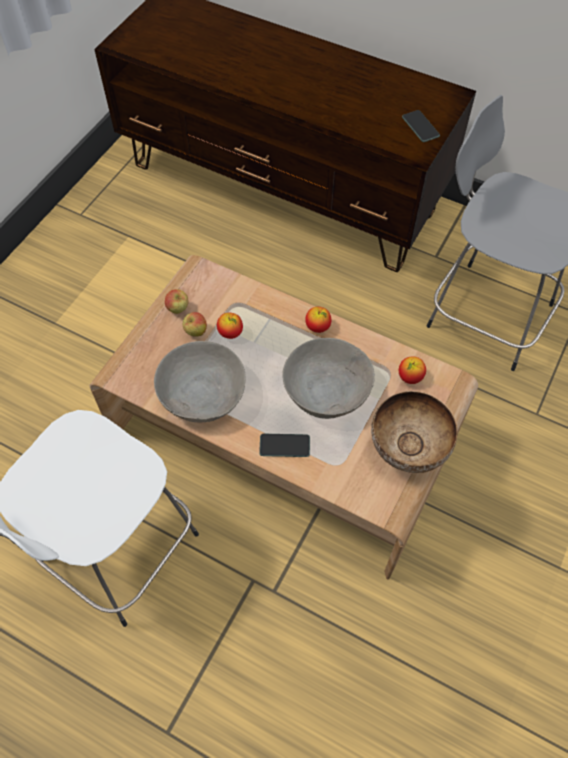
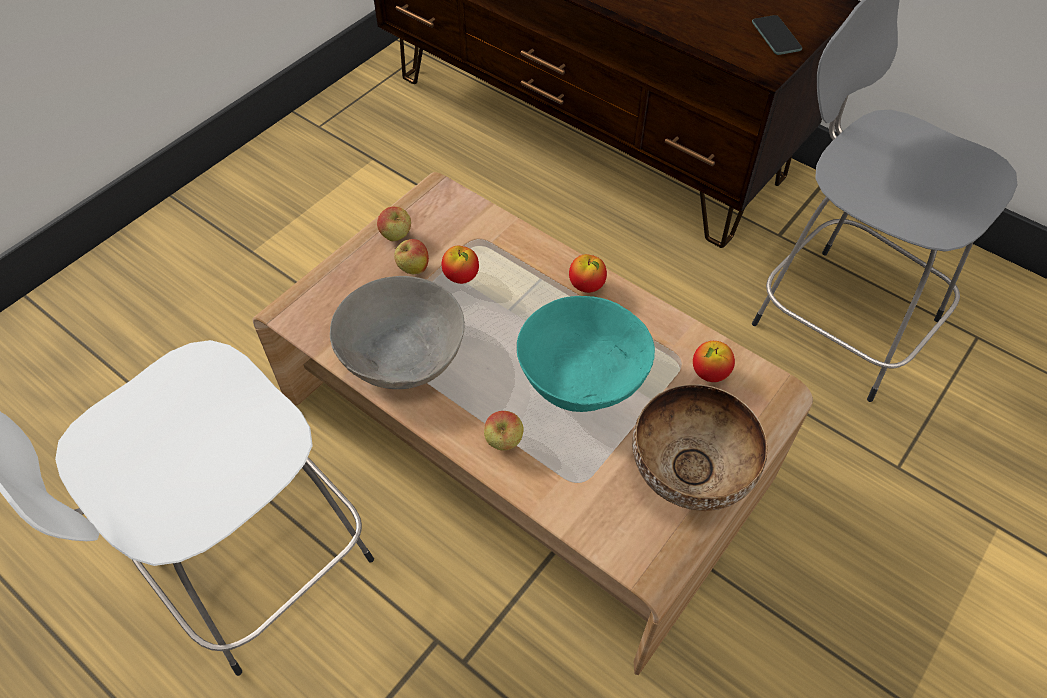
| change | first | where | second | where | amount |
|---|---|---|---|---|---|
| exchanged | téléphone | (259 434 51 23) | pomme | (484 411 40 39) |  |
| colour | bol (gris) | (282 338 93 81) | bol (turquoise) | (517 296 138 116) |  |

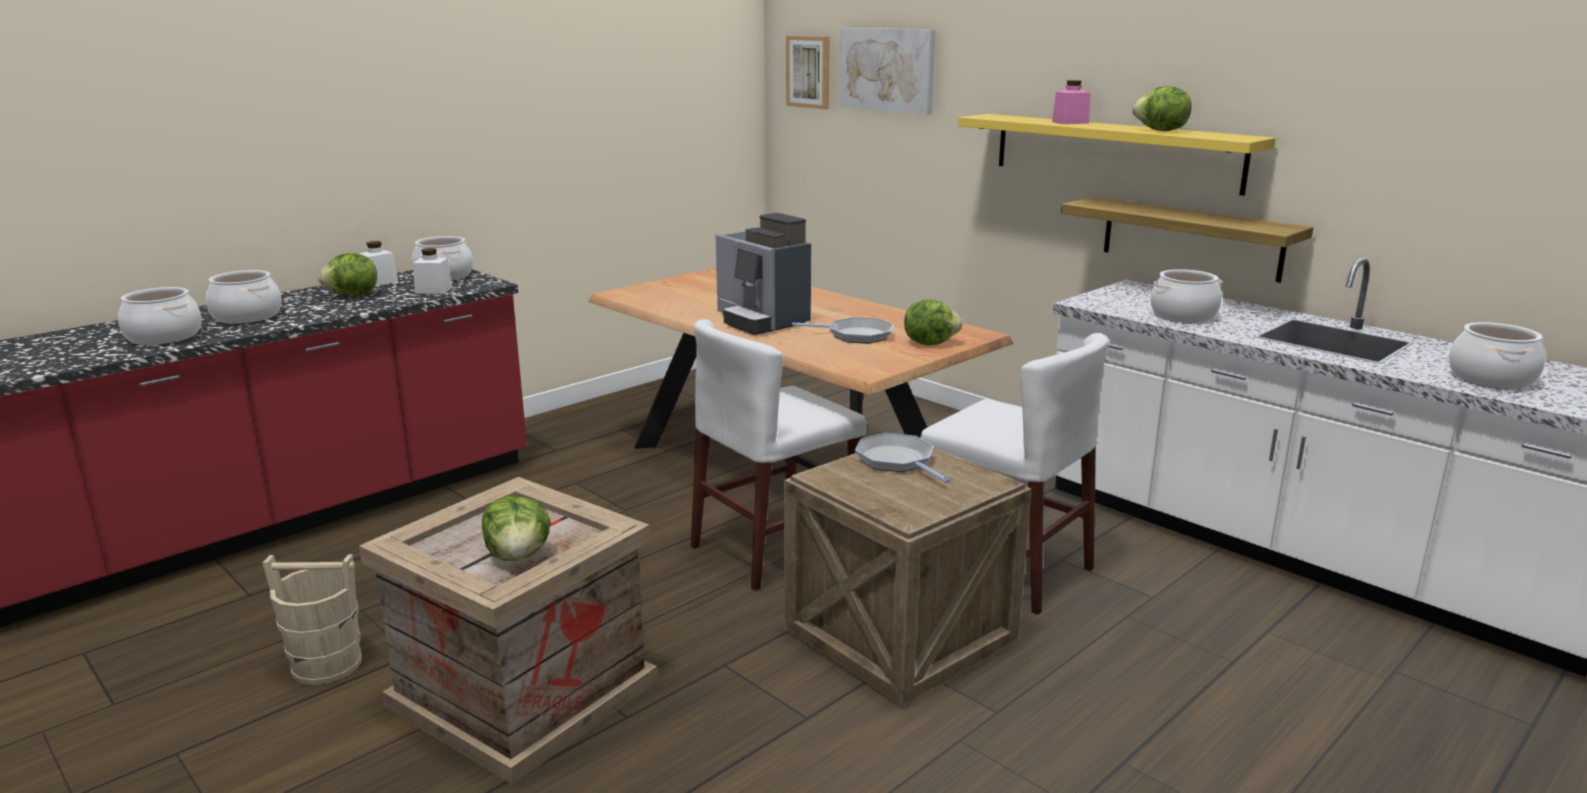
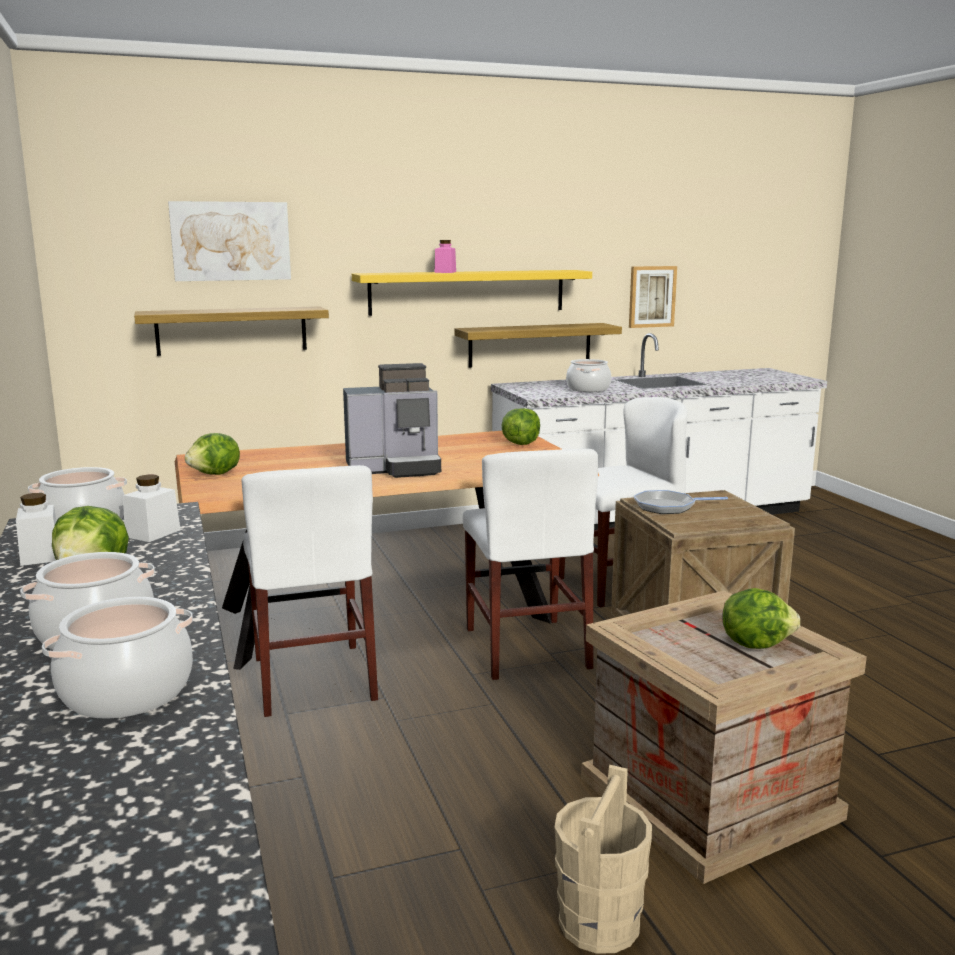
| change | first | where | second | where | amount |
|---|---|---|---|---|---|
| missing | poêle | (792 317 102 27) |  |  |  |
| missing | marmite | (1449 322 96 67) |  |  |  |
| appeared |  |  | étagère | (134 306 195 50) |  |
| appeared |  |  | chaise (blanc) | (242 465 136 252) |  |
| relocated | tableau | (786 36 44 73) |  | (629 266 48 62) |  |
| relocated | laitue | (1132 86 60 45) |  | (185 433 55 42) |  |

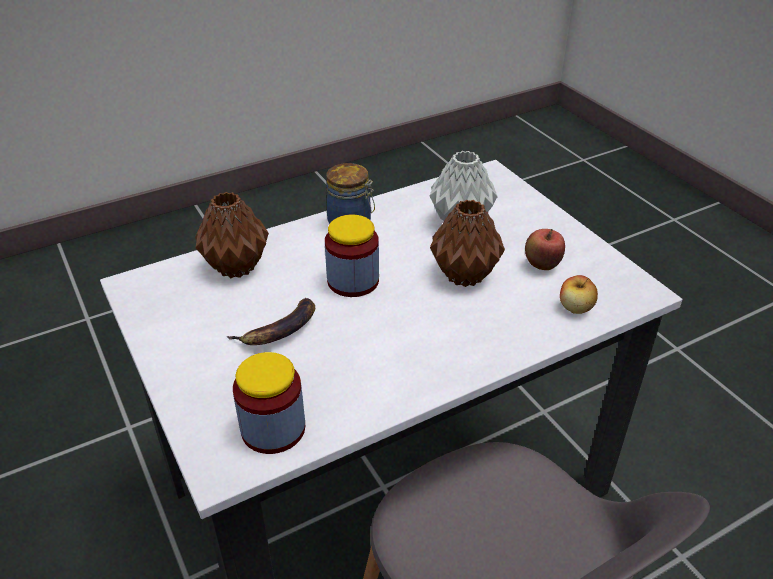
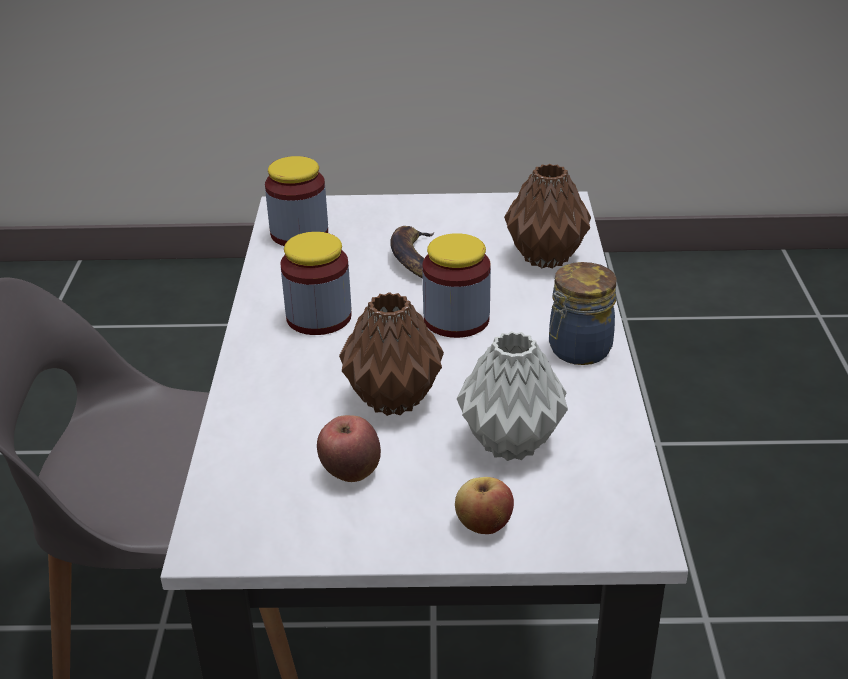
| change | first | where | second | where | amount |
|---|---|---|---|---|---|
| appeared |  |  | bocal | (280 232 72 103) |  |
| relocated | pomme | (560 275 38 39) |  | (455 477 59 57) |  |

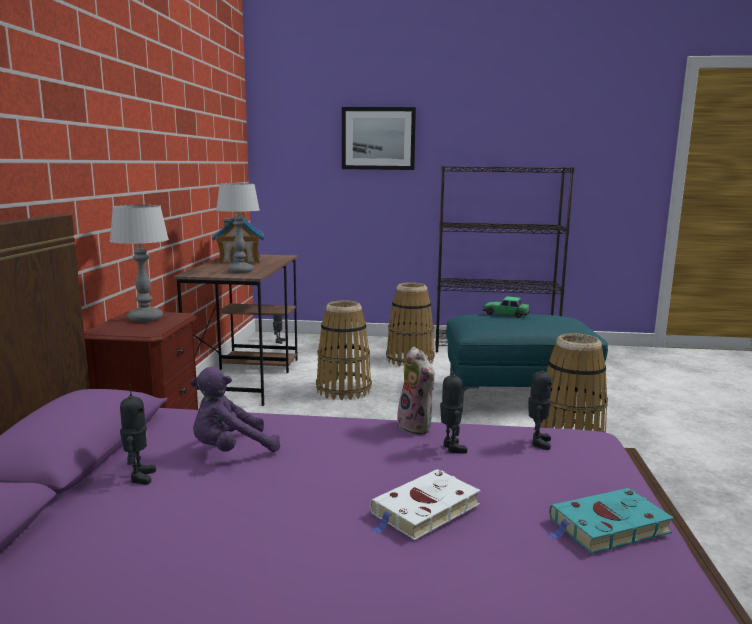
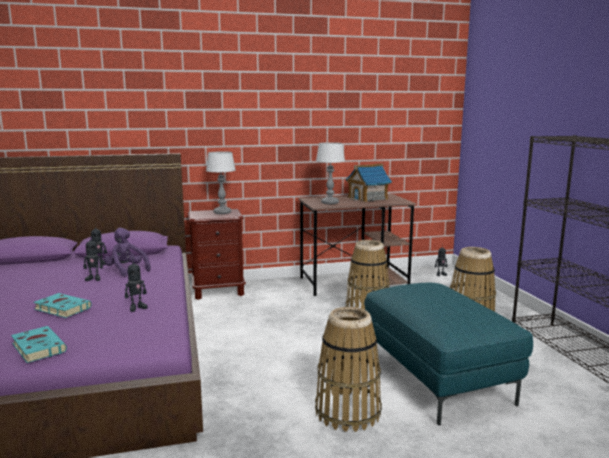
| change | first | where | second | where | amount |
|---|---|---|---|---|---|
| missing | tableau | (342 107 74 63) |  |  |  |
| missing | peluche | (397 347 38 88) |  |  |  |
| missing | petite voiture | (483 296 47 22) |  |  |  |
| relocated | robot jouet | (528 360 24 90) |  | (83 235 20 46) |  |
| colour | livre (blanc) | (370 469 111 71) | livre (turquoise) | (33 293 59 25) |  |

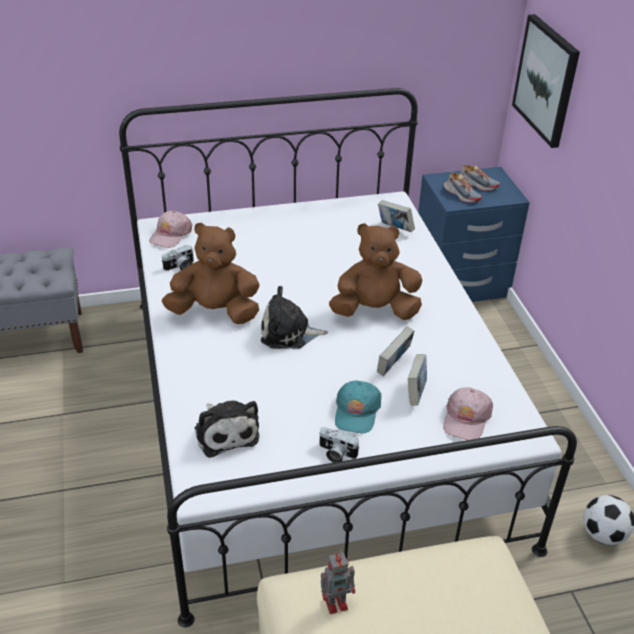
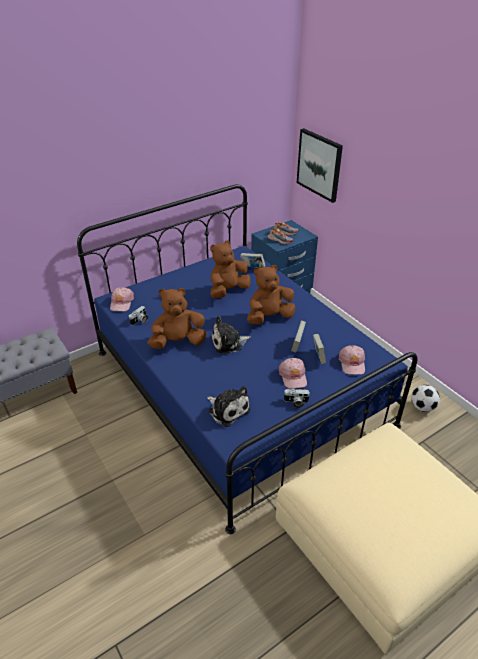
| change | first | where | second | where | amount |
|---|---|---|---|---|---|
| missing | robot jouet | (321 553 34 61) |  |  |  |
| appeared |  |  | peluche (marron) | (210 240 41 59) |  |
| colour | lit (blanc) | (119 88 458 539) | lit (bleu) | (77 184 340 350) |  |
| colour | casquette (turquoise) | (335 381 46 52) | casquette (rose) | (278 358 29 31) |  |

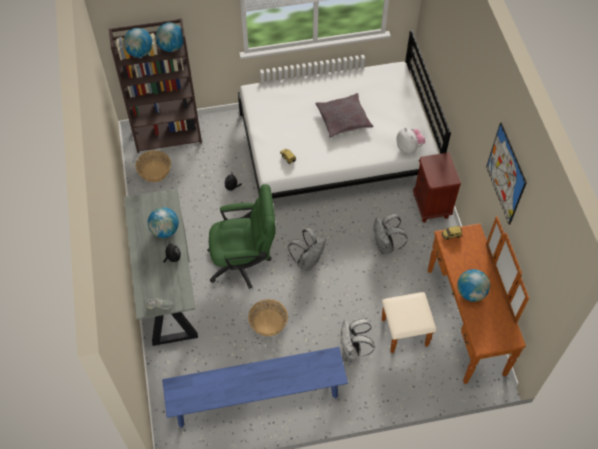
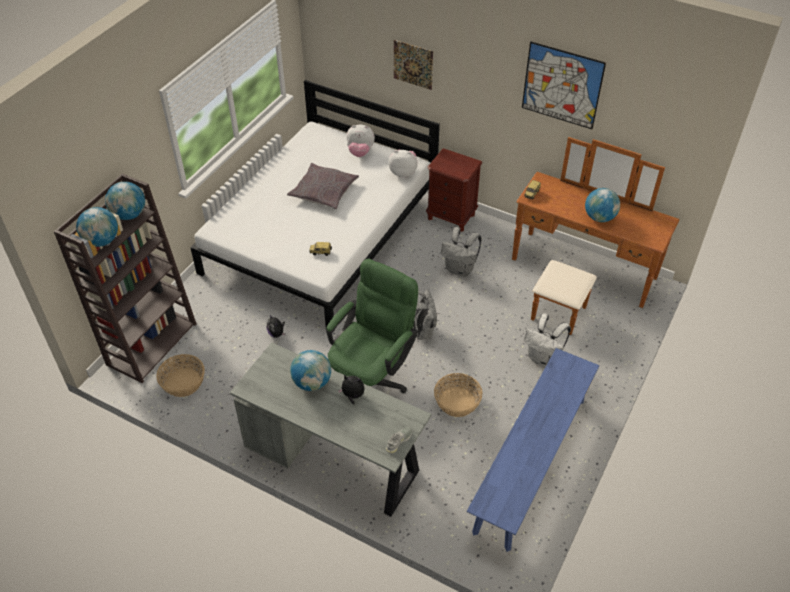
| change | first | where | second | where | amount |
|---|---|---|---|---|---|
| appeared |  |  | peluche | (346 125 29 32) |  |
| appeared |  |  | tableau | (394 40 39 50) |  |

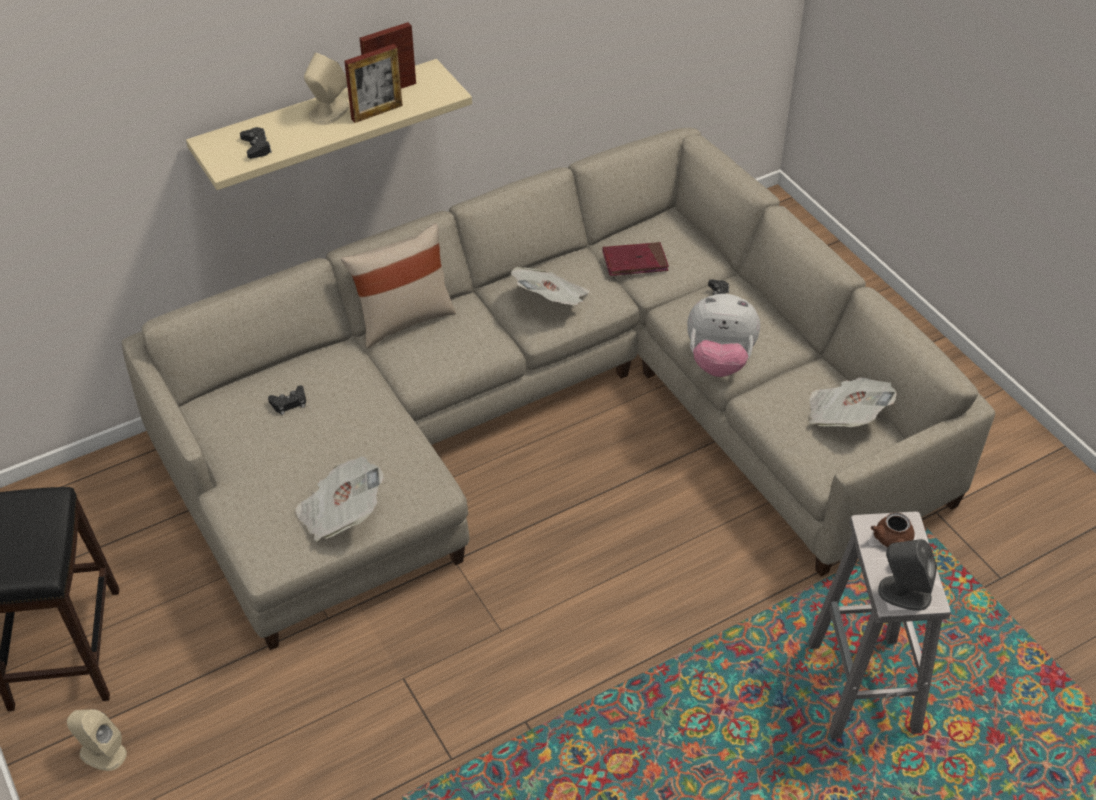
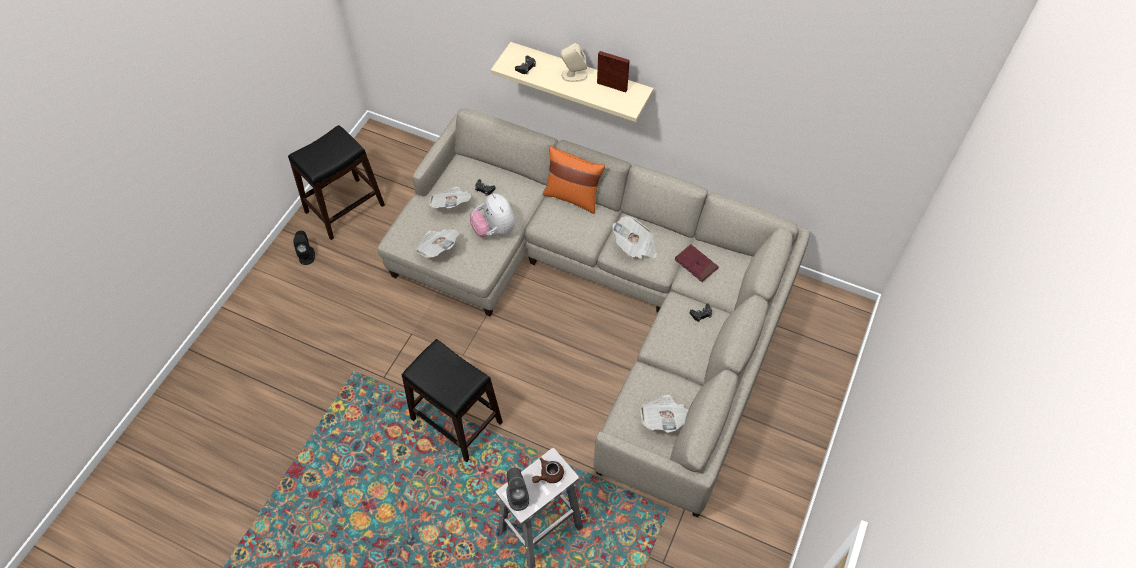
| change | first | where | second | where | amount |
|---|---|---|---|---|---|
| missing | cadre photo | (344 44 59 79) |  |  |  |
| appeared |  |  | tabouret (noir) | (402 339 101 123) |  |
| appeared |  |  | journal | (429 186 43 22) |  |
| relocated | peluche | (687 294 73 83) |  | (470 193 45 44) |  |
| colour | enceinte (beige) | (67 709 60 62) | enceinte (noir) | (293 231 22 34) |  |
| colour | coussin (beige) | (341 223 115 126) | coussin (orange) | (542 146 63 68) |  |

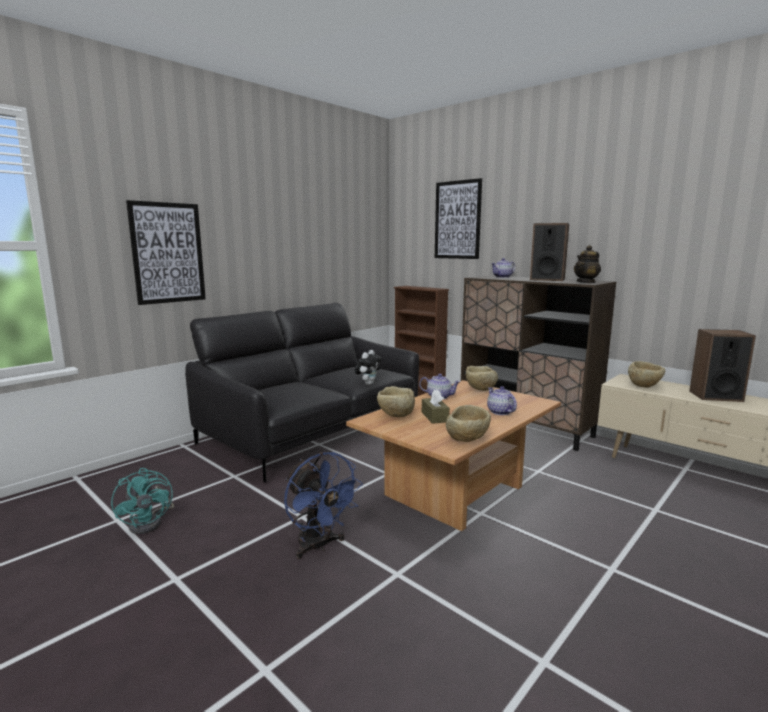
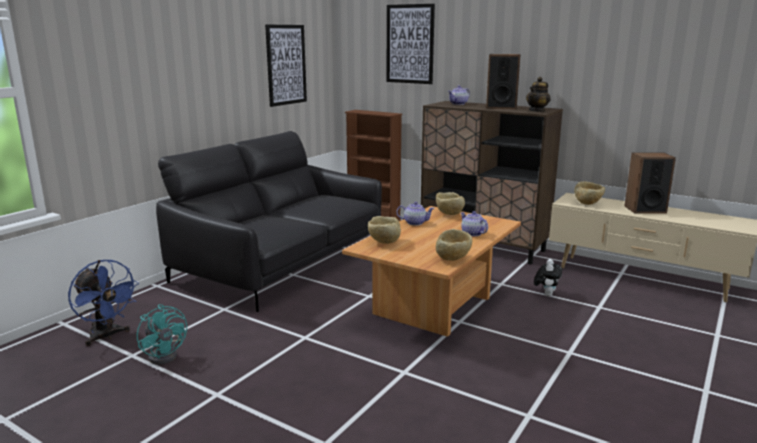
| change | first | where | second | where | amount |
|---|---|---|---|---|---|
| missing | boîte à mouchoirs (marron) | (422 390 28 34) |  |  |  |
| relocated | tableau | (126 200 80 105) |  | (265 25 42 82) |  |
| relocated | ventilateur (bleu) | (284 452 79 107) |  | (68 260 71 86) |  |
| relocated | peluche | (355 350 27 35) |  | (534 259 28 37) |  |

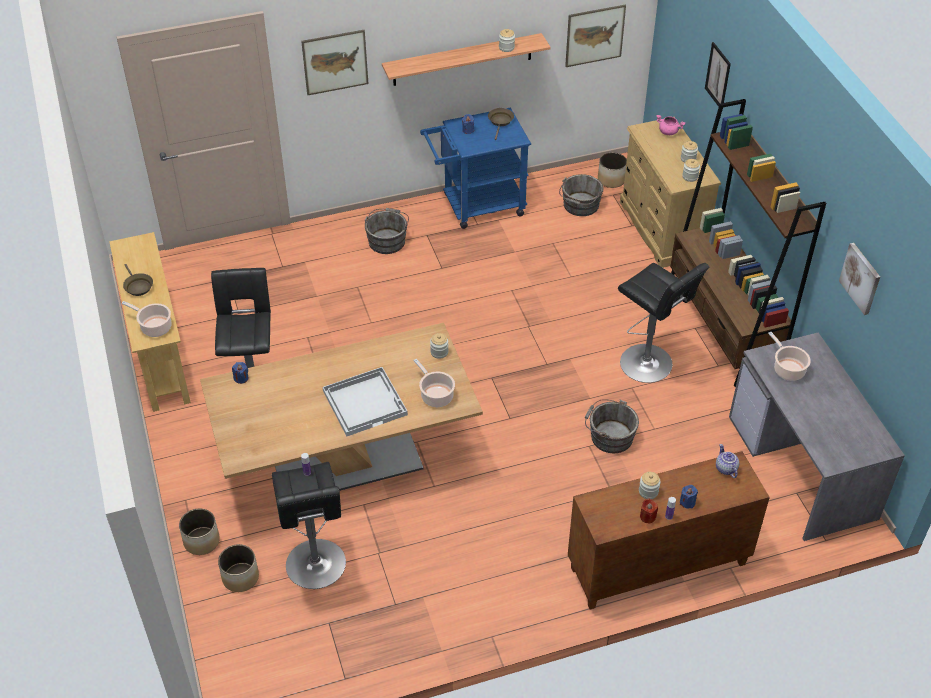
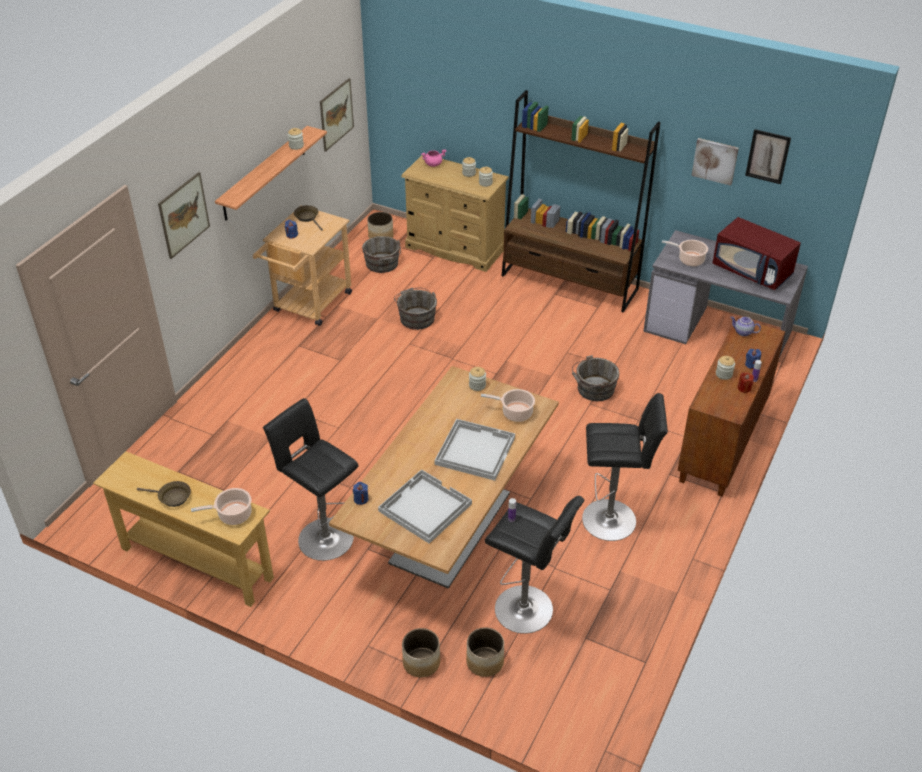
| change | first | where | second | where | amount |
|---|---|---|---|---|---|
| appeared |  |  | plateau (blanc) | (378 469 94 75) |  |
| appeared |  |  | micro-ondes (rouge) | (712 217 89 73) |  |
| relocated | seau (gris) | (365 208 44 46) |  | (394 288 43 42) |  |
| relocated | tabouret (noir) | (618 263 92 120) |  | (582 393 86 148) |  |
| relocated | tableau | (705 42 26 65) |  | (745 129 46 55) |  |
| colour | chariot (bleu) | (420 108 111 121) | chariot (beige) | (253 211 99 115) |  |

